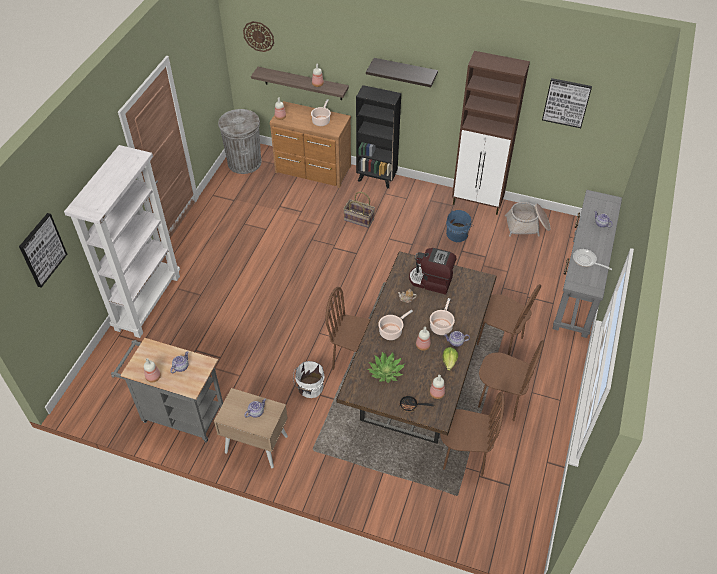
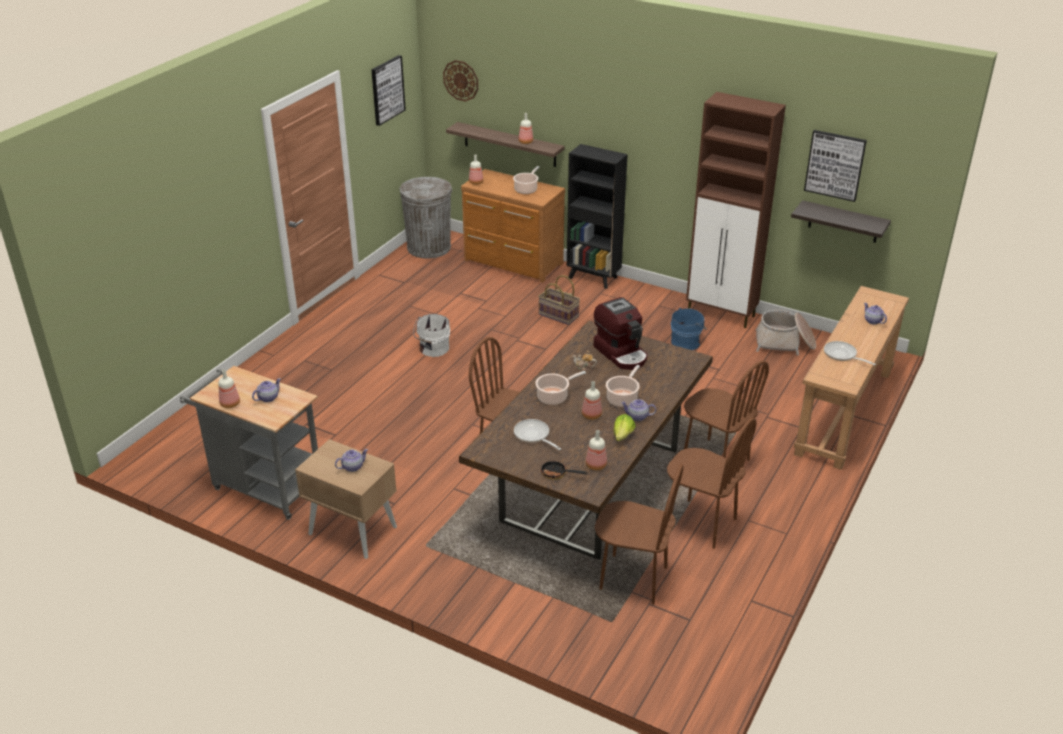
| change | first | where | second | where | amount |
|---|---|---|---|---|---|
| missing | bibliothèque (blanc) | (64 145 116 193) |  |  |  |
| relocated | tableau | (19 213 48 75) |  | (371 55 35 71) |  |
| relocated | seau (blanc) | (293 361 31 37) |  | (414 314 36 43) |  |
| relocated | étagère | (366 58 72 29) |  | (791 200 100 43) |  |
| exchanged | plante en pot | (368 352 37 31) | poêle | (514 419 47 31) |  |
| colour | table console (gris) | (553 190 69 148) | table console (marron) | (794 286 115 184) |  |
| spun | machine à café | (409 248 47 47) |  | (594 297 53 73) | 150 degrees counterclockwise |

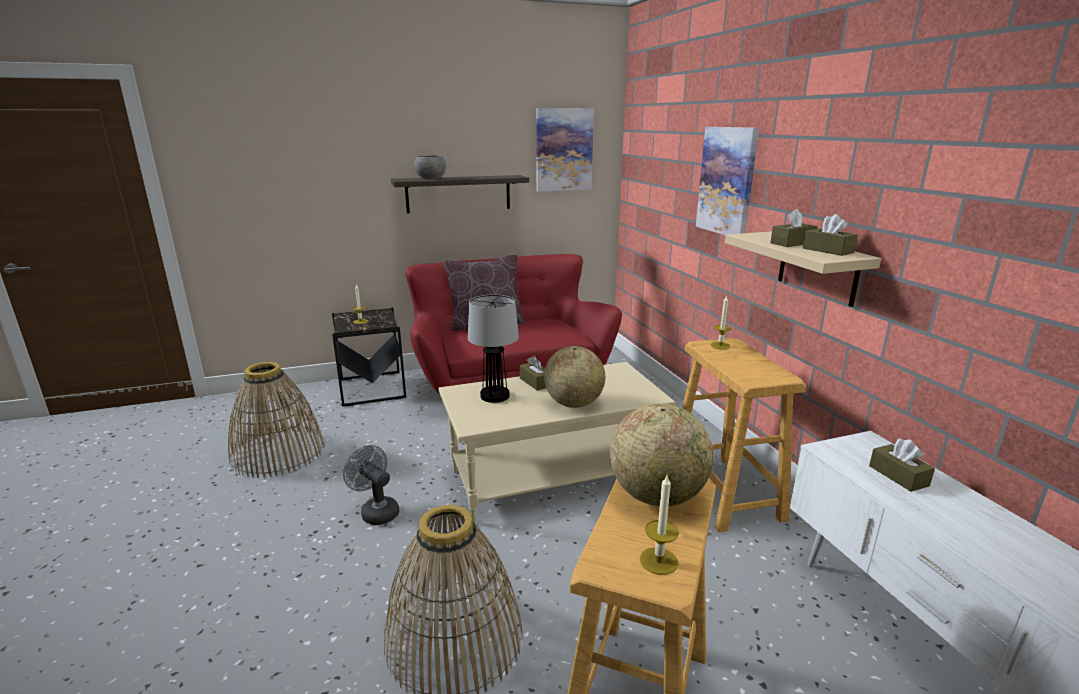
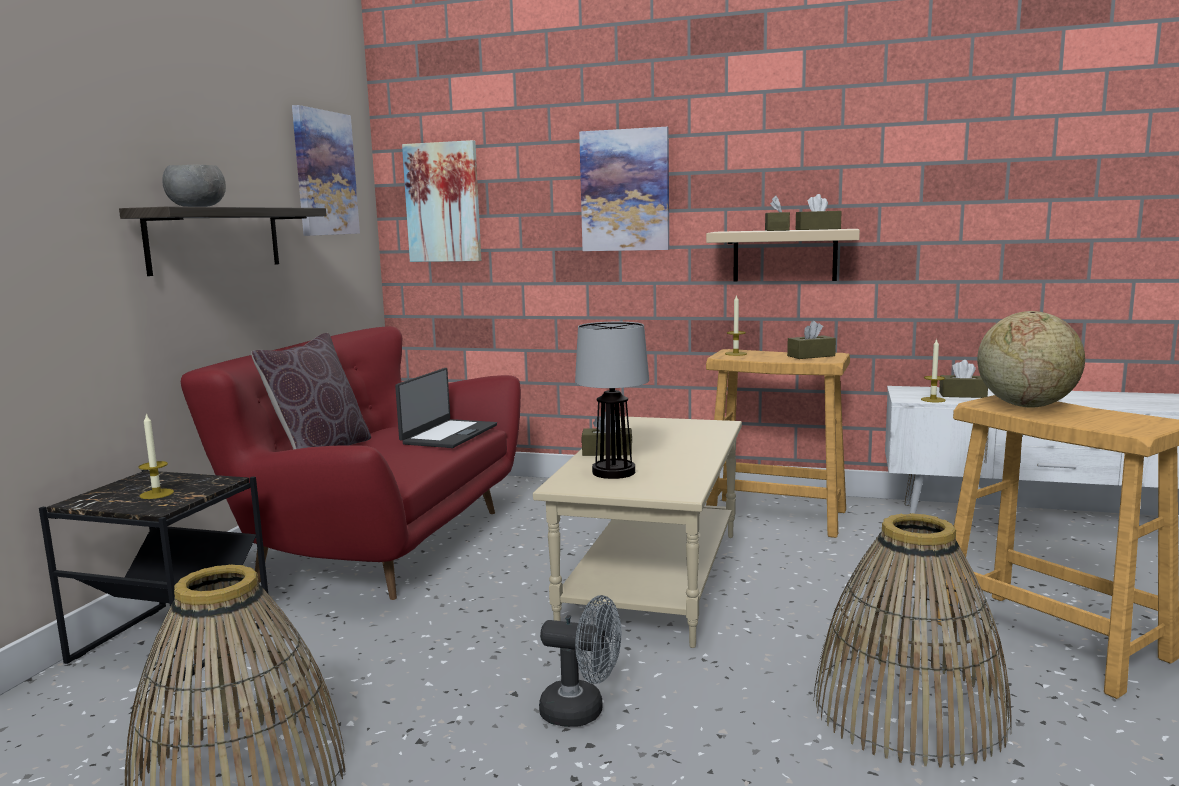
| change | first | where | second | where | amount |
|---|---|---|---|---|---|
| missing | globe | (544 346 61 62) |  |  |  |
| appeared |  |  | ordinateur portable | (395 368 102 80) |  |
| appeared |  |  | tableau | (402 140 79 122) |  |
| appeared |  |  | boîte à mouchoirs (marron) | (787 321 49 38) |  |
| relocated | bougie | (640 475 39 100) |  | (921 338 25 64) |  |
| spun | ventilateur (gris) | (343 445 56 80) |  | (539 595 82 132) | 150 degrees counterclockwise |

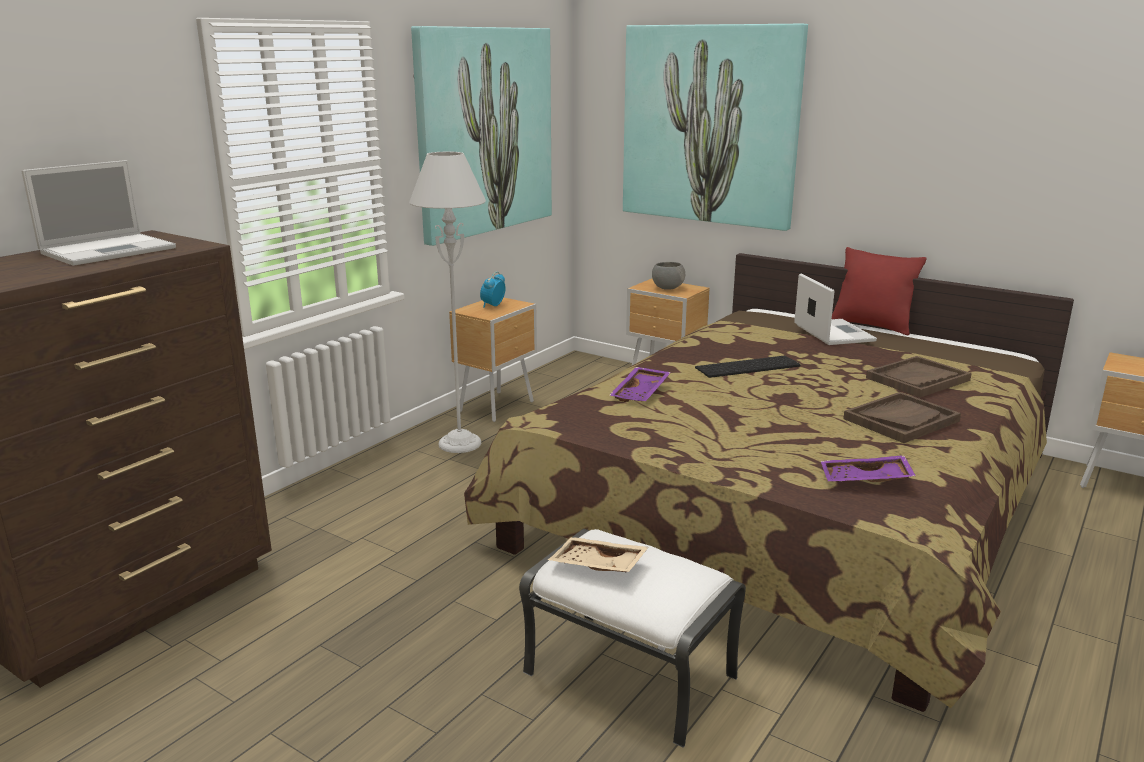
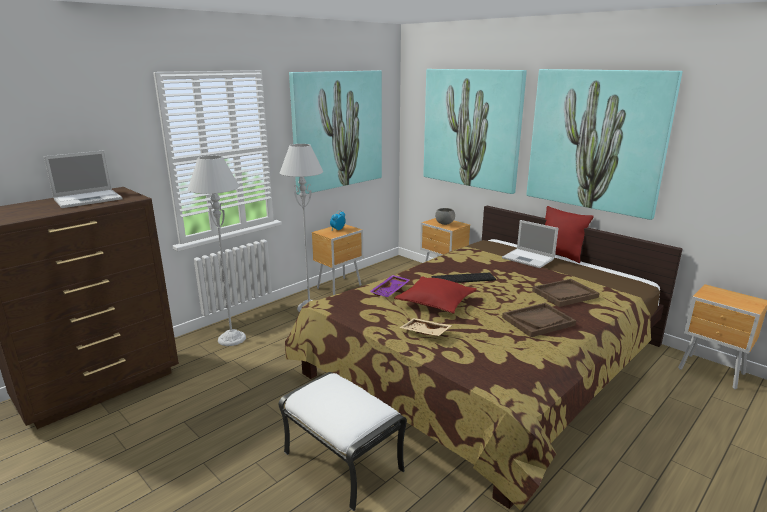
| change | first | where | second | where | amount |
|---|---|---|---|---|---|
| missing | plateau (violet) | (821 455 95 27) |  |  |  |
| appeared |  |  | lampadaire (gris) | (188 155 58 191) |  |
| appeared |  |  | coussin (rouge) | (394 276 83 38) |  |
| appeared |  |  | tableau | (526 69 157 151) |  |
| relocated | plateau (beige) | (548 537 101 35) |  | (399 318 53 18) |  |
| spun | ordinateur portable | (794 274 83 71) |  | (502 220 57 48) | 135 degrees clockwise |

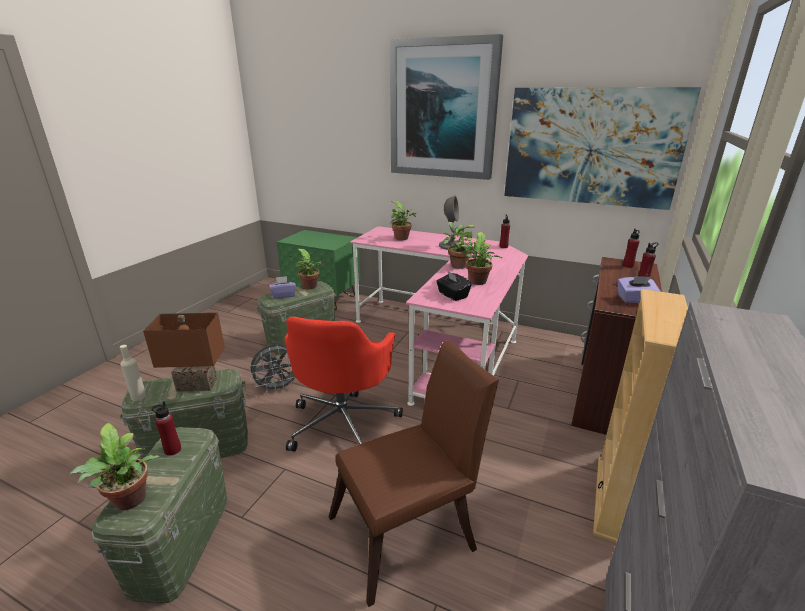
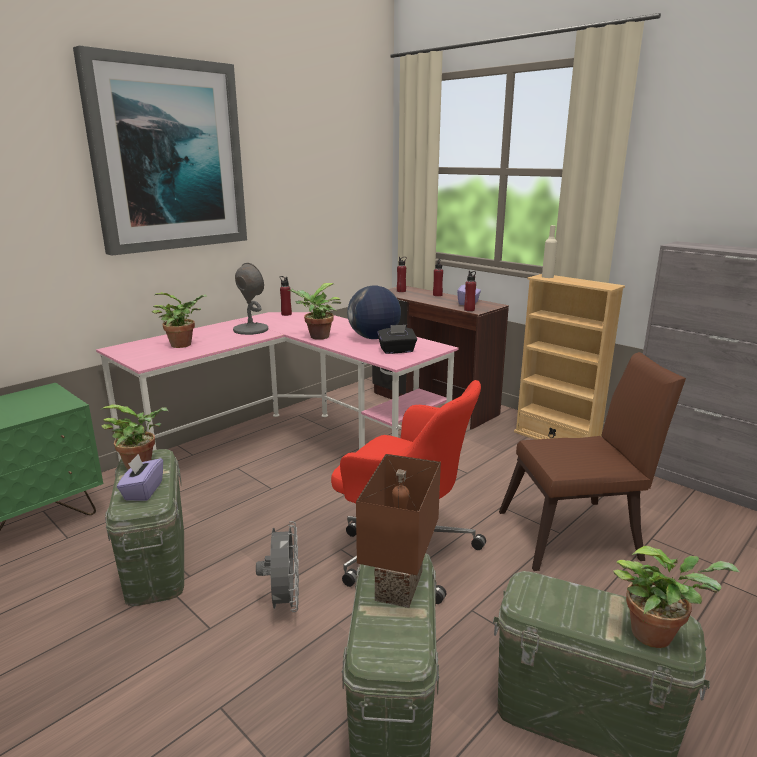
| change | first | where | second | where | amount |
|---|---|---|---|---|---|
| missing | tableau | (504 87 197 123) |  |  |  |
| relocated | bouteille (beige) | (120 345 26 56) |  | (542 225 15 53) |  |
| relocated | bouteille (rouge) | (152 401 29 55) |  | (464 271 12 40) |  |
| exchanged | plante en pot | (460 232 42 53) | globe | (347 285 54 54) |  |
| spun | chaise (marron) | (329 340 170 267) |  | (499 352 187 219) | 90 degrees clockwise |

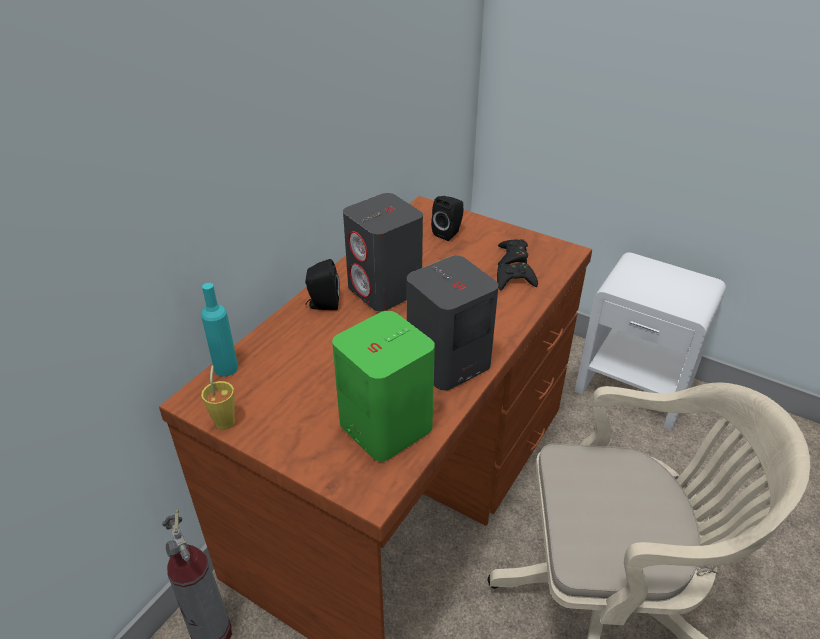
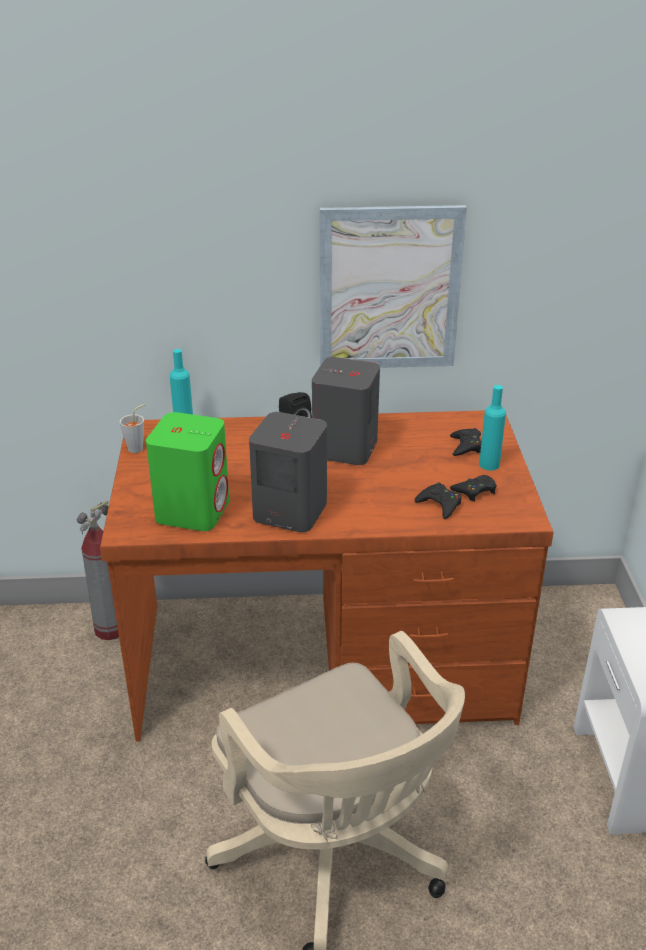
| change | first | where | second | where | amount |
|---|---|---|---|---|---|
| appeared |  |  | tableau | (320 205 147 163) |  |
| appeared |  |  | bouteille (turquoise) | (479 385 27 86) |  |
| exchanged | enceinte (noir) | (431 196 33 45) | manette (noir) | (450 428 32 28) |  |
| colour | tasse (jaune) | (201 365 34 65) | tasse (gris) | (120 404 26 49) |  |

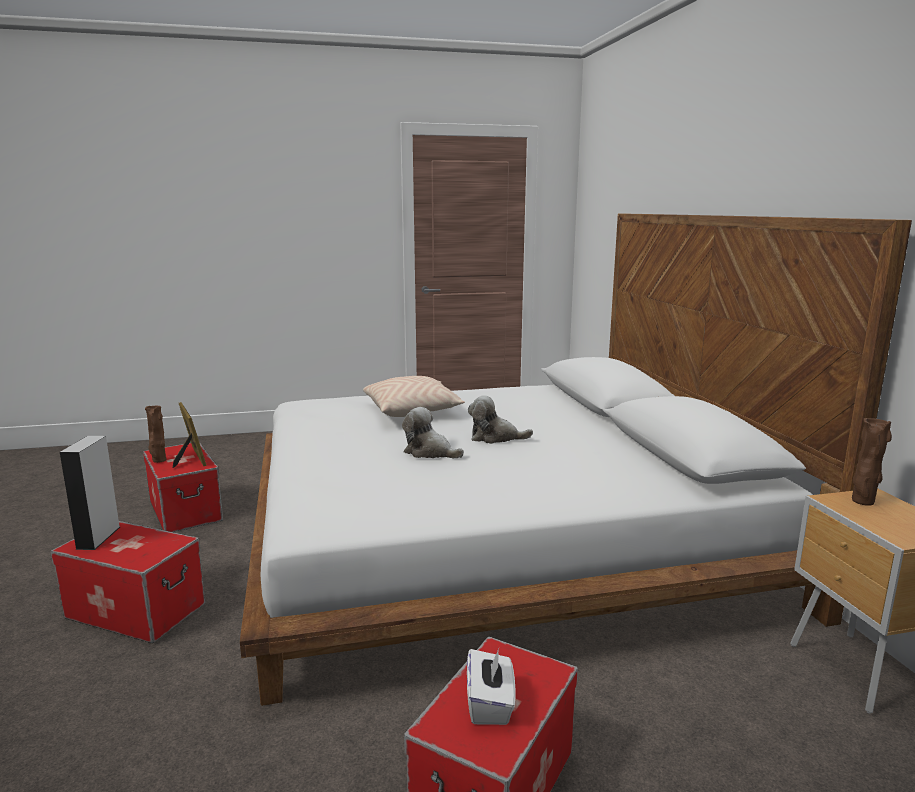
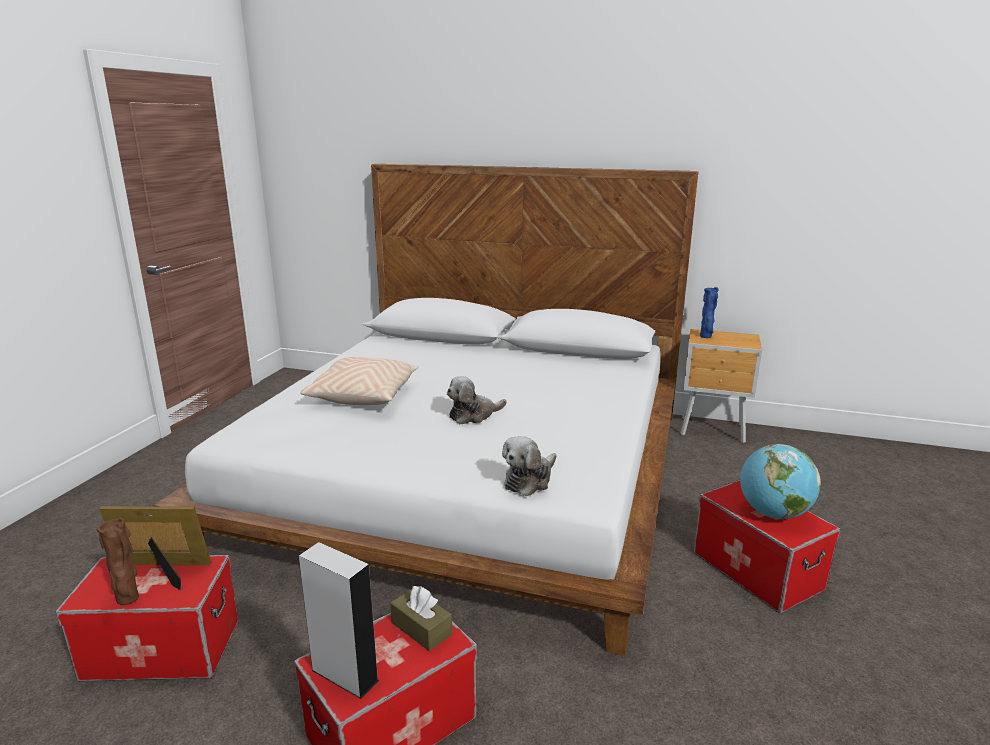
| change | first | where | second | where | amount |
|---|---|---|---|---|---|
| appeared |  |  | boîte à mouchoirs (marron) | (390 586 62 65) |  |
| relocated | peluche | (468 395 65 49) |  | (502 436 54 60) |  |
| exchanged | boîte à mouchoirs (blanc) | (467 649 49 76) | globe | (740 444 81 75) |  |
| colour | vase (marron) | (852 418 40 88) | vase (bleu) | (700 287 18 51) |  |

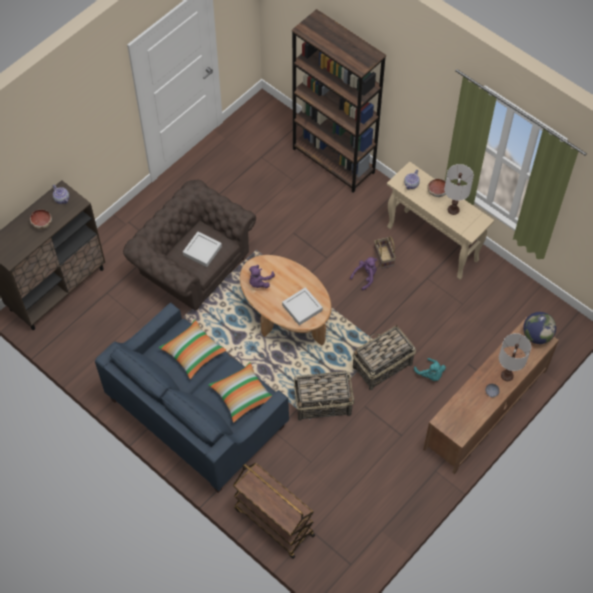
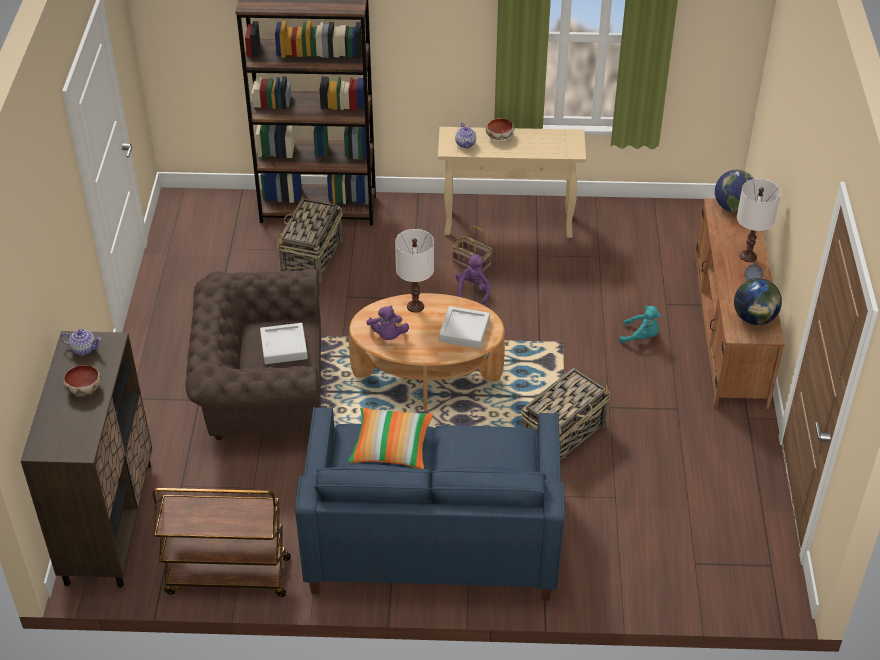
| change | first | where | second | where | amount |
|---|---|---|---|---|---|
| missing | coussin | (208 362 64 61) |  |  |  |
| appeared |  |  | globe | (734 278 48 47) |  |
| relocated | chariot (marron) | (233 463 82 96) |  | (153 488 138 109) |  |
| relocated | panier | (353 325 63 65) |  | (277 195 66 88) |  |
| relocated | lampe de table (blanc) | (444 164 30 51) |  | (395 229 39 84) |  |

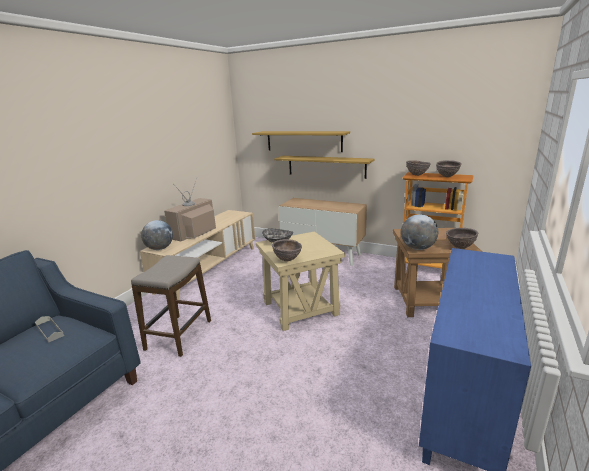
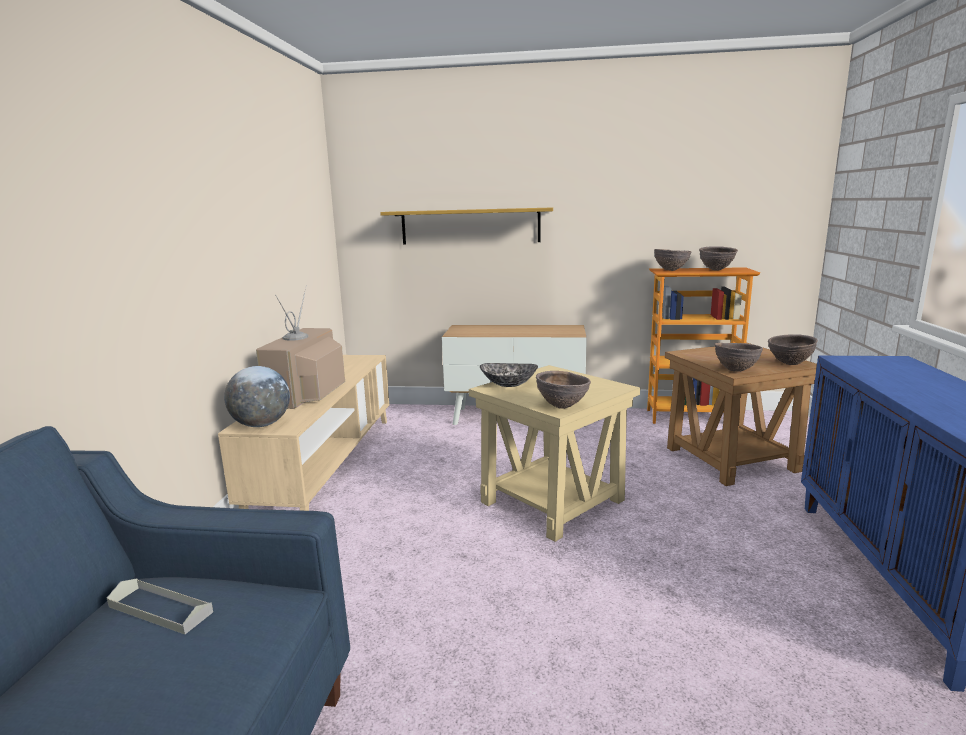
| change | first | where | second | where | amount |
|---|---|---|---|---|---|
| missing | tabouret | (131 255 80 102) |  |  |  |
| missing | étagère | (274 156 101 23) |  |  |  |
| exchanged | globe | (401 214 37 36) | bol (marron) | (714 343 49 29) |  |

